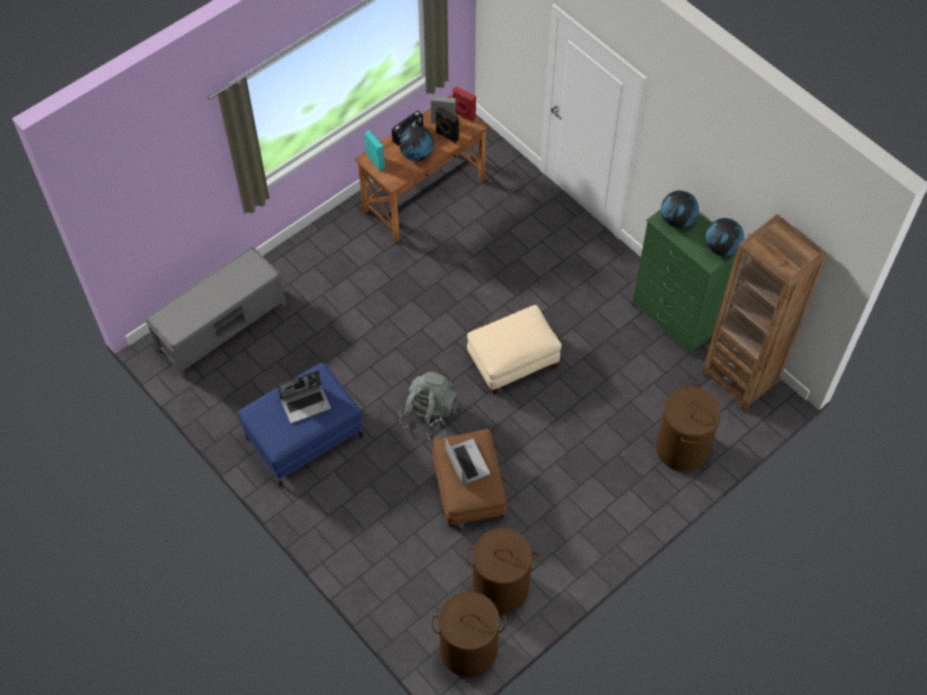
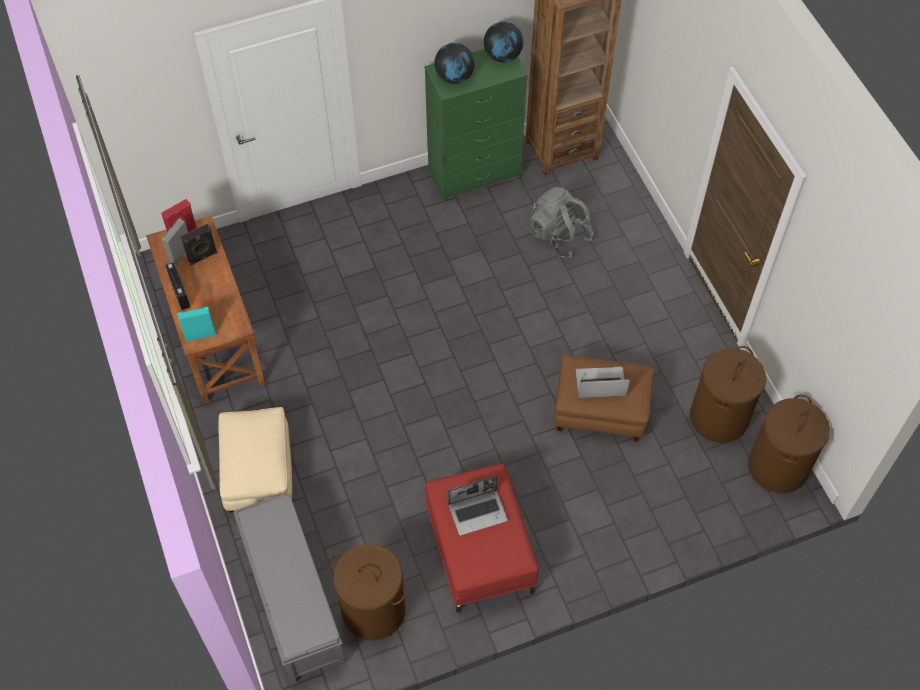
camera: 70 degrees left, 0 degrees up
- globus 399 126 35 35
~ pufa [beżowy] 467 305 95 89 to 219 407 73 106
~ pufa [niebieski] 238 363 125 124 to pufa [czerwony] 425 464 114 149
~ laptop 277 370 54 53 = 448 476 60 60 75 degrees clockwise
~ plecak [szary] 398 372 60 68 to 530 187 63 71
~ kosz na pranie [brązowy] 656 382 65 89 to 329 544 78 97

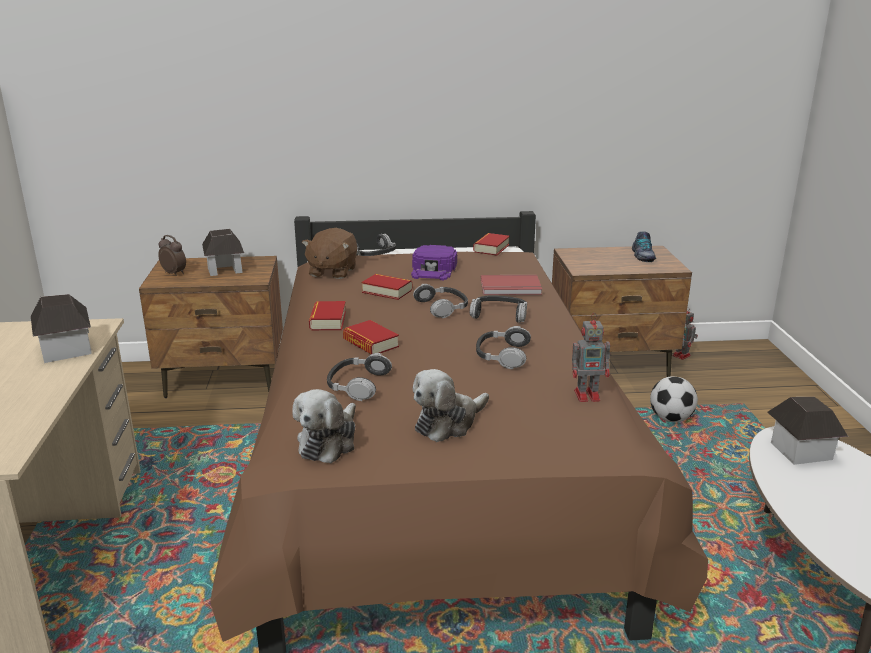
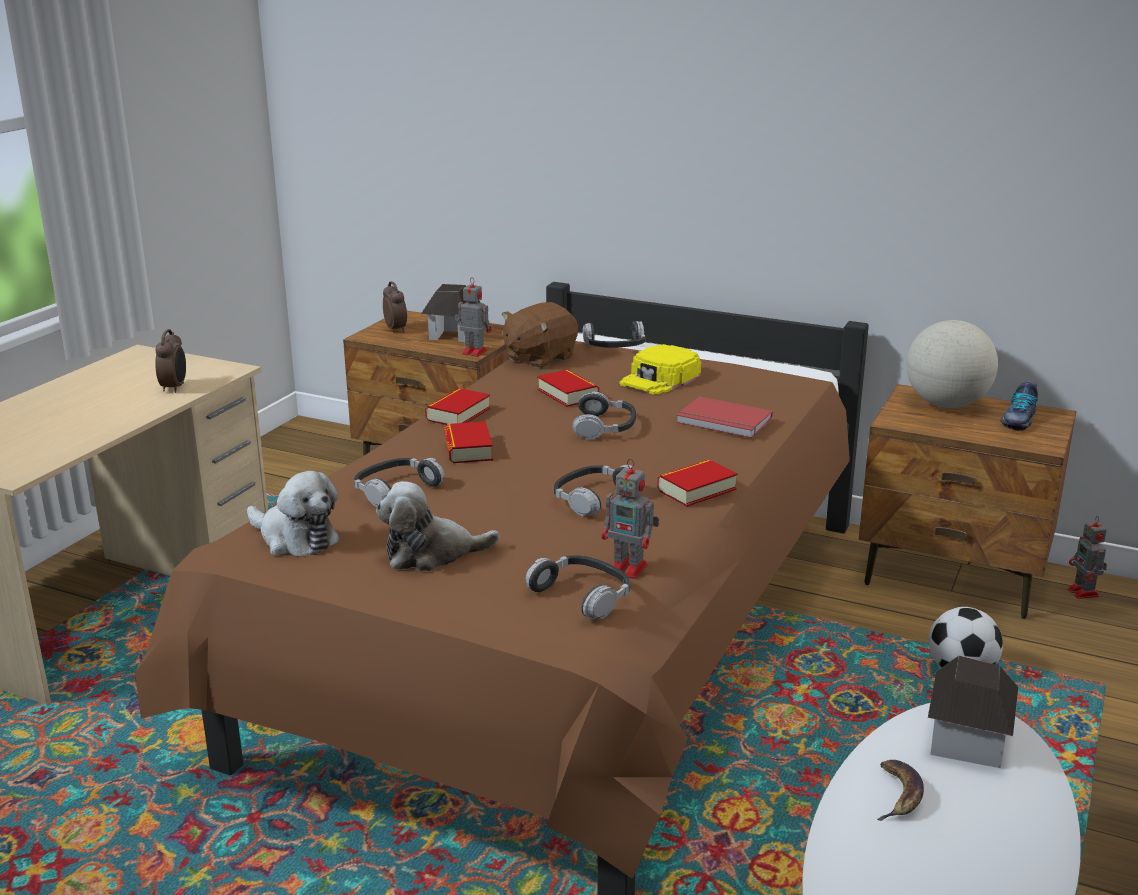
camera: 30 degrees right, 0 degrees up
~ książka 473 233 37 23 to 657 460 80 47
~ czapka z daszkiem [fioletowy] 411 245 46 35 to czapka z daszkiem [żółty] 620 344 81 51
~ domek 31 294 60 69 to budzik 155 329 31 64
~ słuchawki 470 296 57 27 to 526 555 104 64
~ pluszak 292 389 64 74 = 247 471 93 86 105 degrees counterclockwise
+ robot zabawkowy 455 277 37 80
+ globus 906 320 92 88
+ banan 877 760 47 61

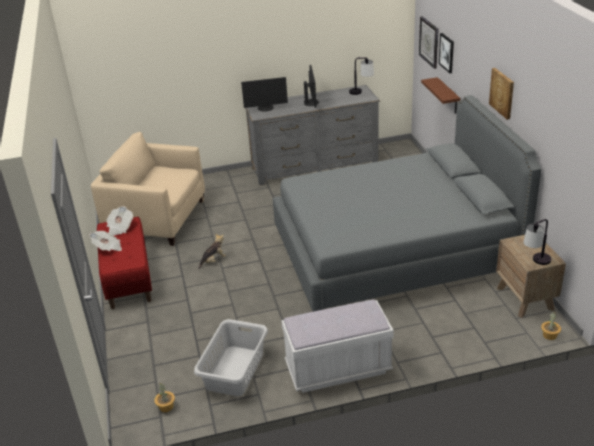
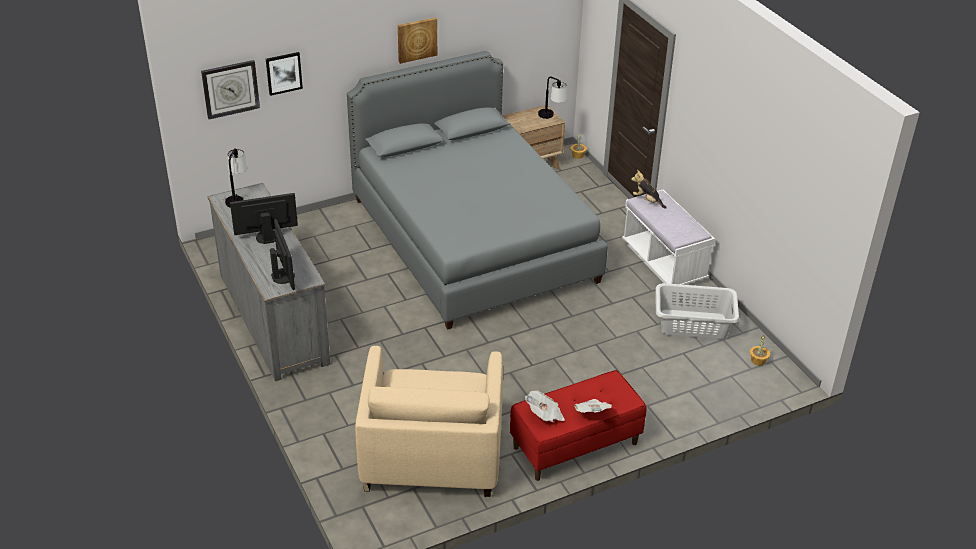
camera: 105 degrees left, 5 degrees up
- półka [brązowy] 421 77 39 37
~ pluszak 199 234 27 35 to 631 170 36 39

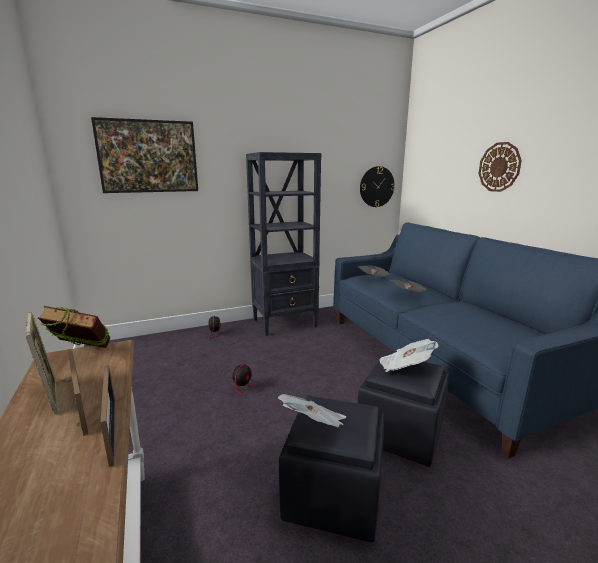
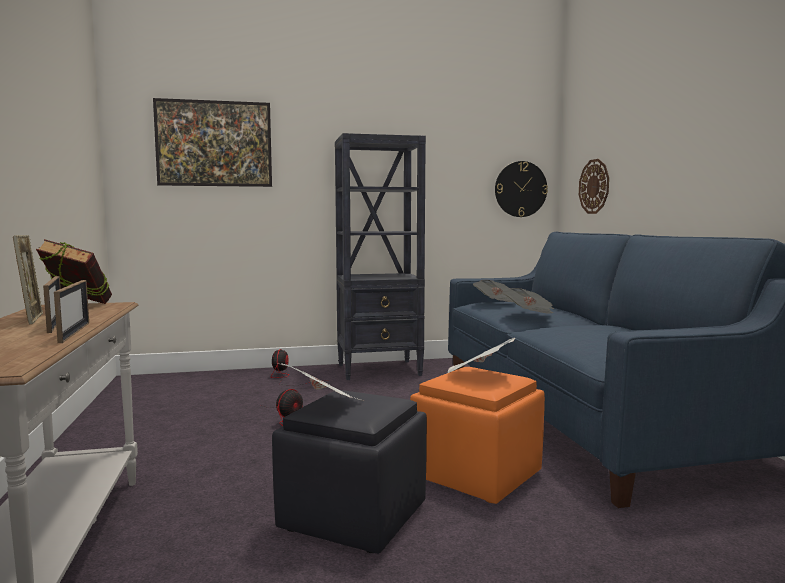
camera: 10 degrees right, 10 degrees down
~ zegar ścienny 478 142 44 50 to 579 159 30 55
~ pufa [czarny] 358 353 91 114 to pufa [pomarańczowy] 410 367 135 137

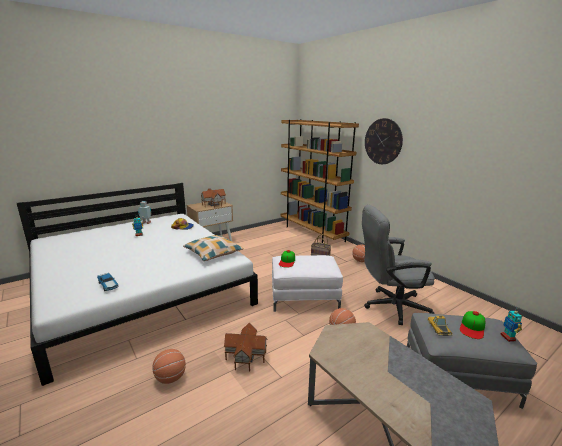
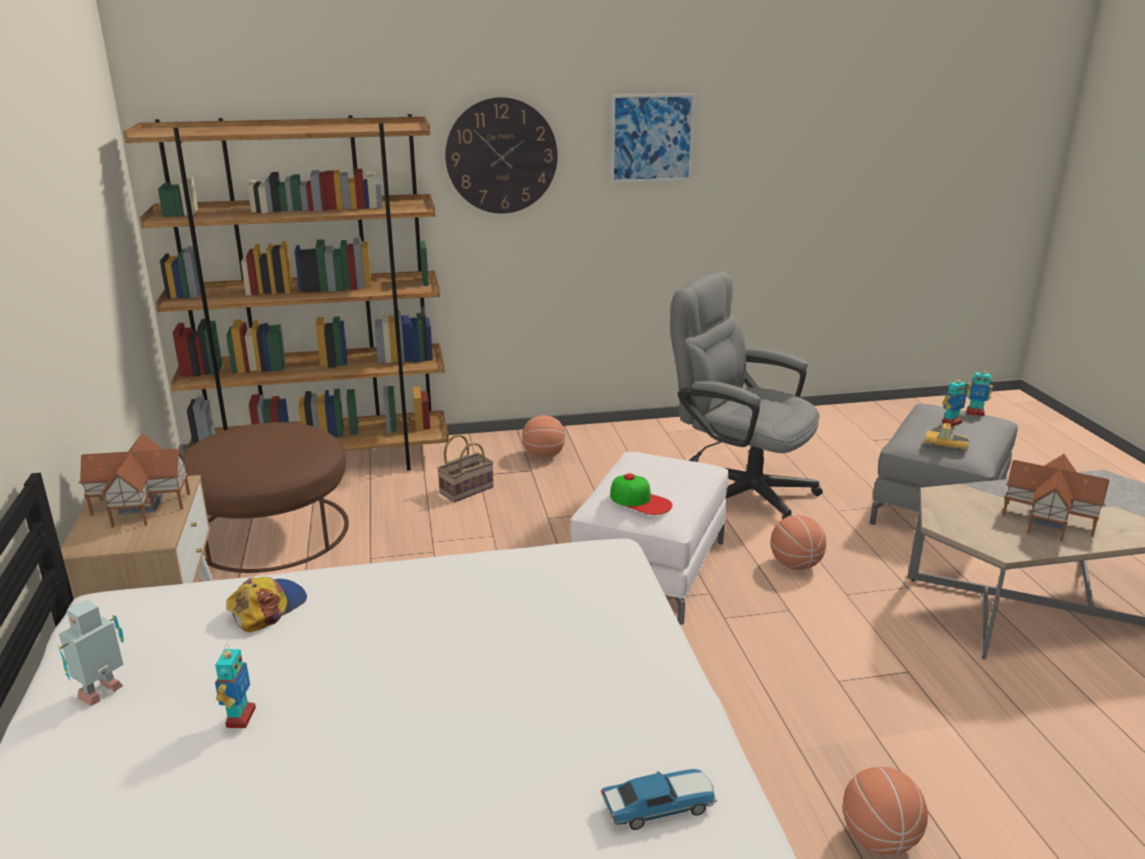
camera: 65 degrees left, 5 degrees up
~ krzesło biurowe [szary] 362 205 73 120 = 670 271 153 248 105 degrees clockwise
- poduszka 183 235 61 26
~ czapka z daszkiem 460 311 25 28 to robot zabawkowy 942 375 25 51
~ domek 224 322 44 49 to 1002 454 108 88
+ obraz 611 93 85 90
+ pufa [brązowy] 183 422 166 151

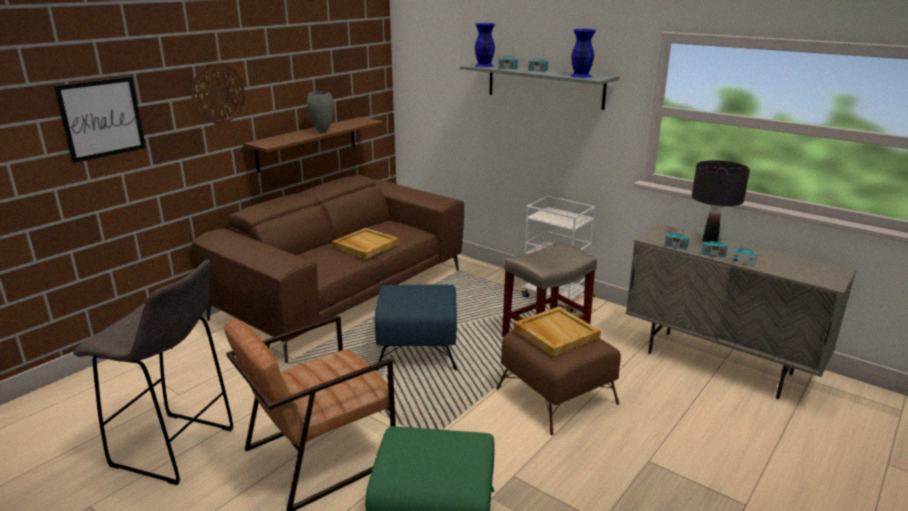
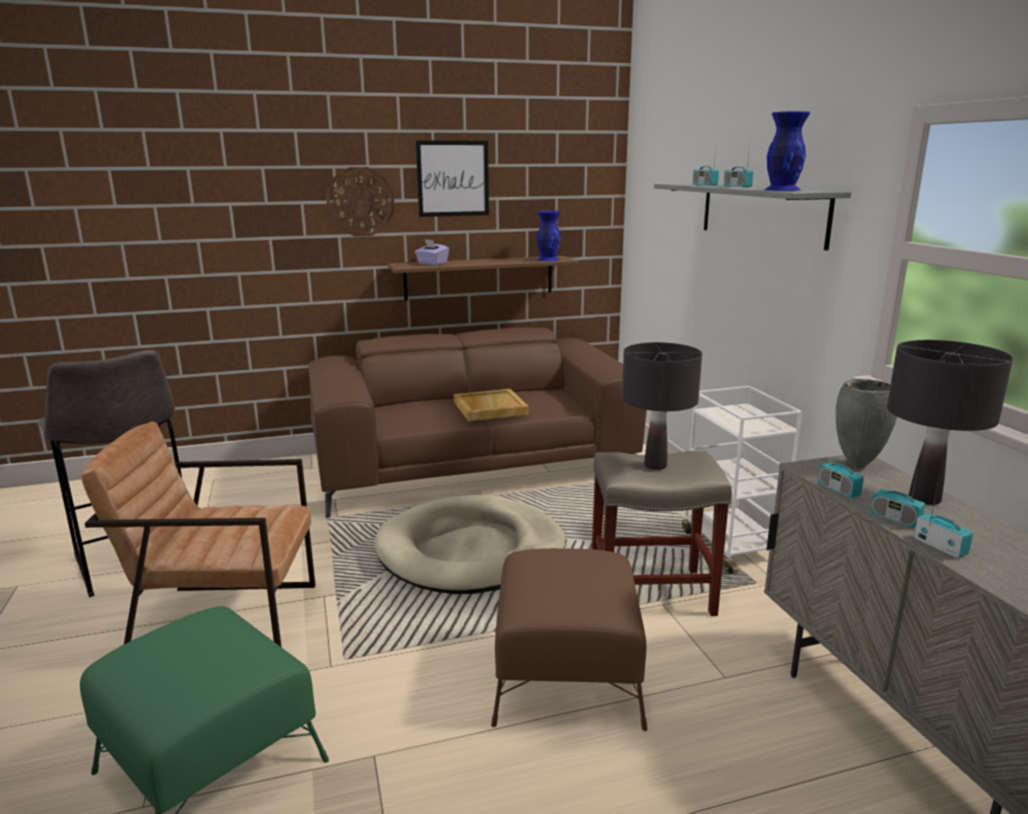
camera: 35 degrees right, 5 degrees down
~ wazon [niebieski] 475 23 20 44 to 537 210 24 51
~ obraz 54 76 92 87 to 416 140 73 77
~ wazon [szary] 307 91 27 42 to 836 379 61 89
~ pufa [niebieski] 375 285 82 86 to legowisko [beżowy] 374 495 192 99
- taca [beżowy] 514 307 87 49
+ pudełko chusteczek [fioletowy] 415 239 34 26
+ lampa stołowa [czarny] 622 342 80 128

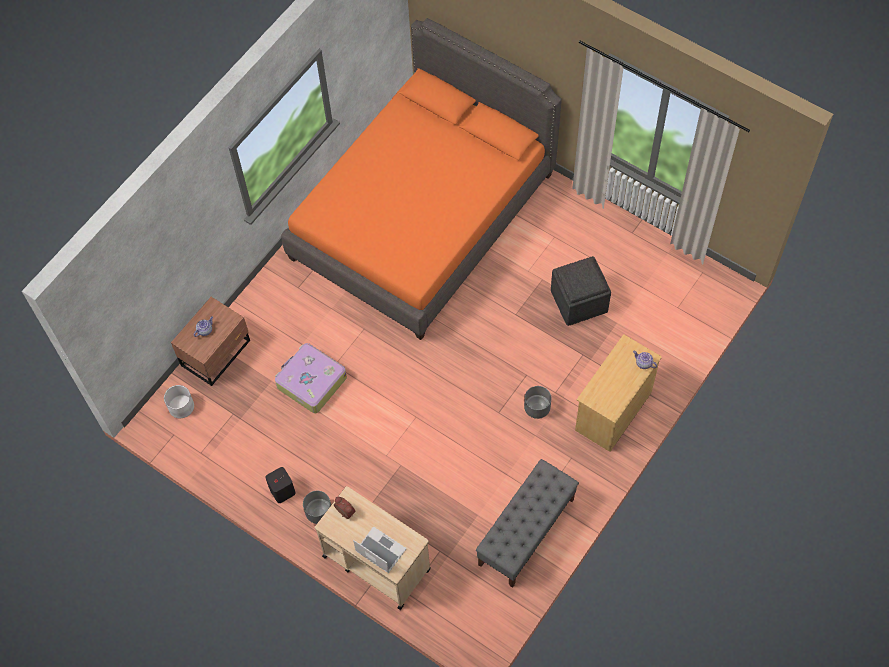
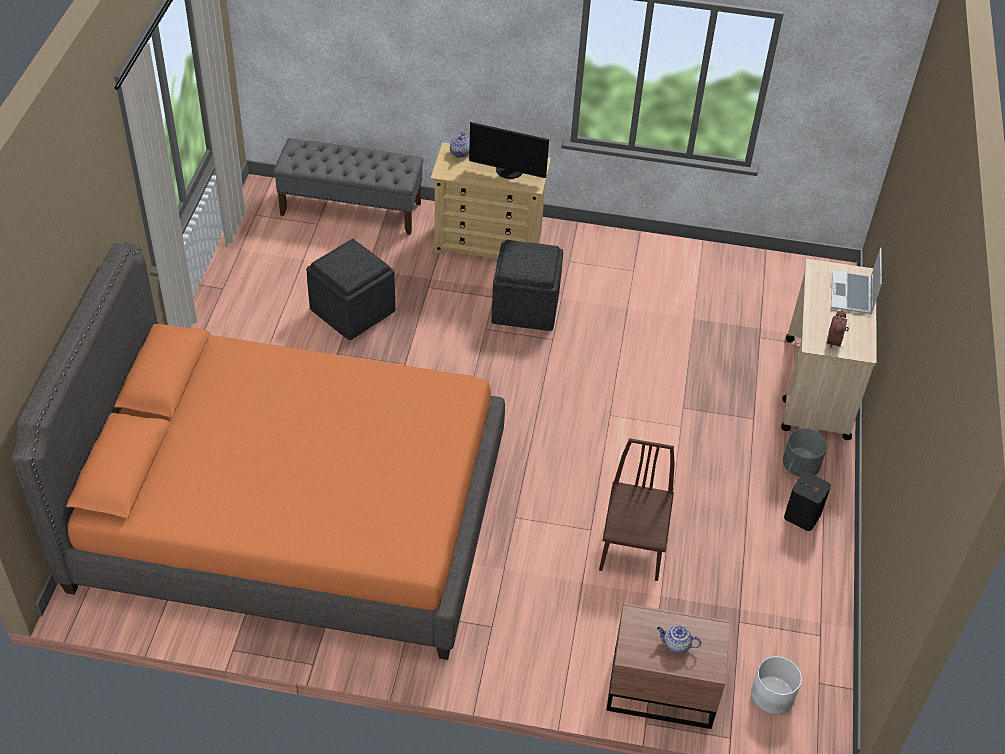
camera: 120 degrees left, 15 degrees down
~ walizka 275 343 72 70 to krzesło [brązowy] 599 438 76 143
~ donica [szary] 524 386 27 33 to pufa [szary] 491 240 72 91
~ ławka [szary] 476 459 103 129 to 273 138 151 97
+ monitor 469 122 80 57

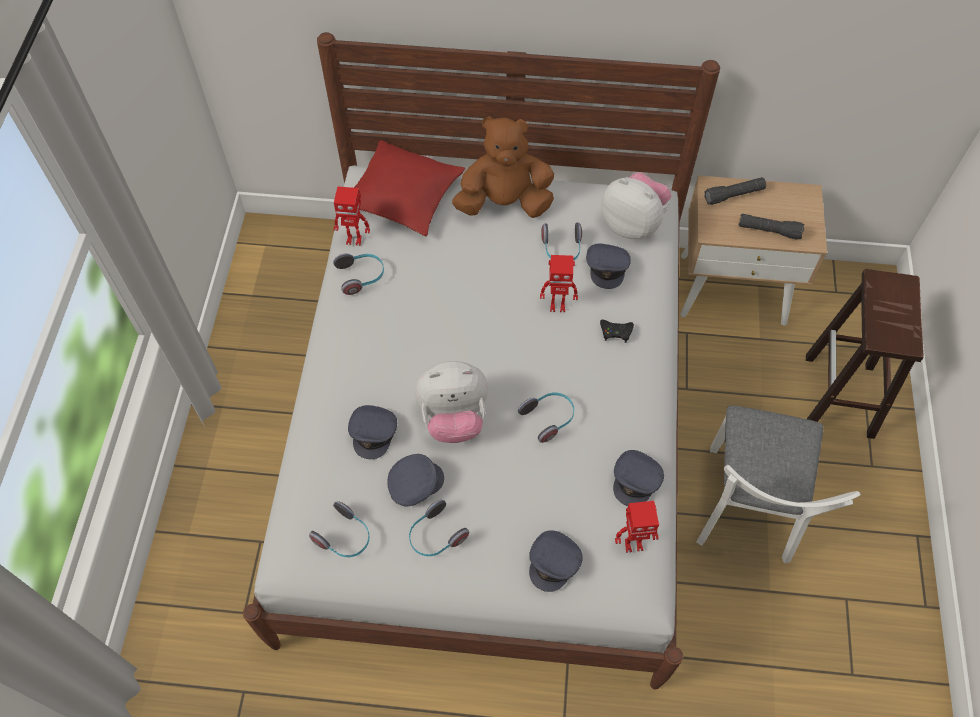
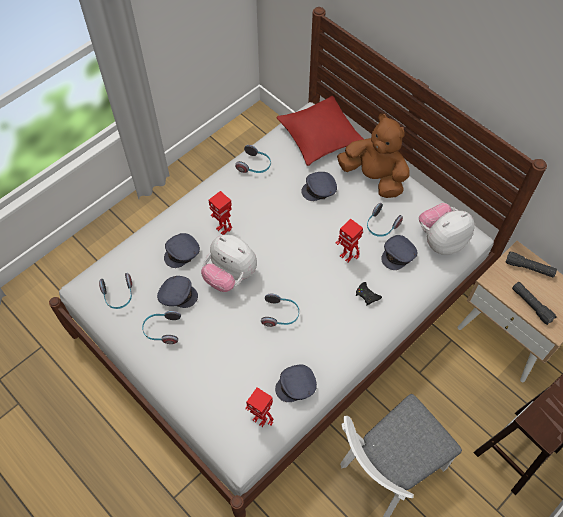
camera: 40 degrees right, 0 degrees up
~ pluszak 601 172 71 67 = 419 203 55 52 105 degrees counterclockwise
~ robot zabawkowy 333 186 37 60 to 208 191 24 44
~ czapka z daszkiem [szary] 529 530 54 62 to 301 172 36 29

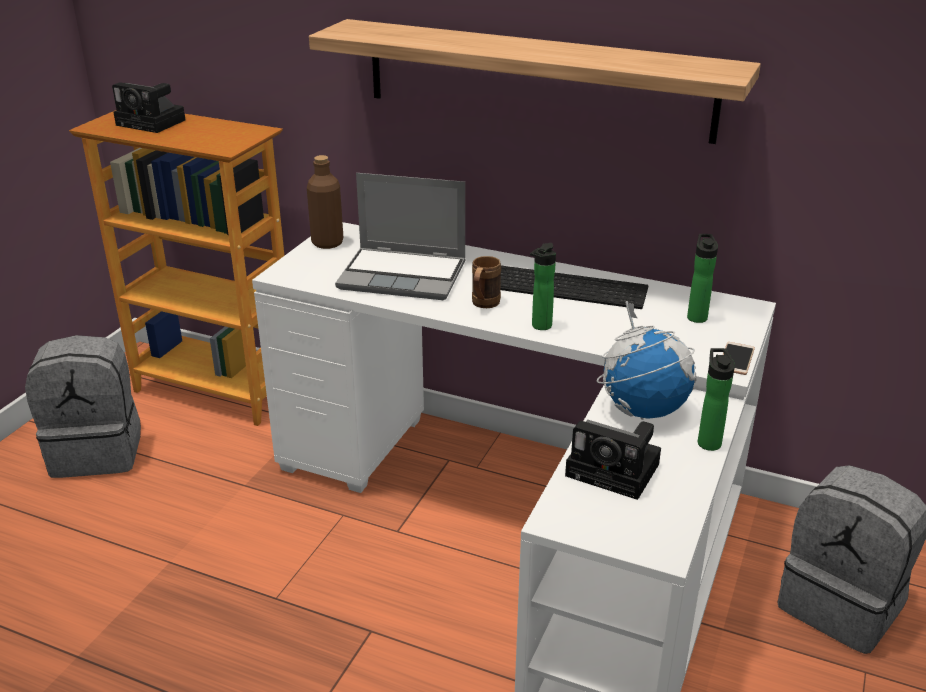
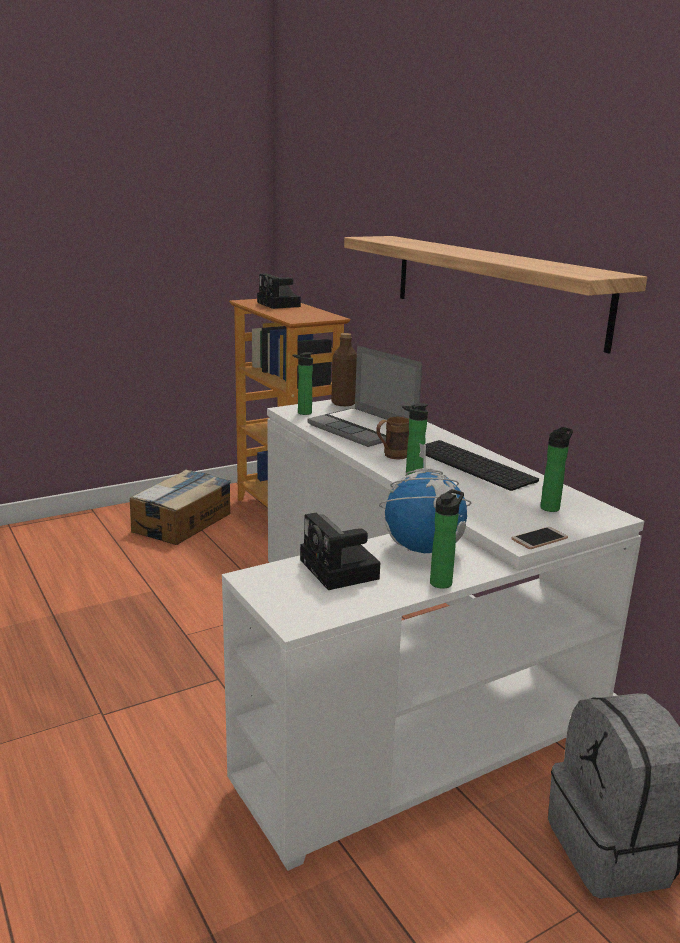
camera: 35 degrees right, 10 degrees down
~ plecak [szary] 25 335 116 143 to karton 130 469 101 76
+ butelka 292 352 21 63

